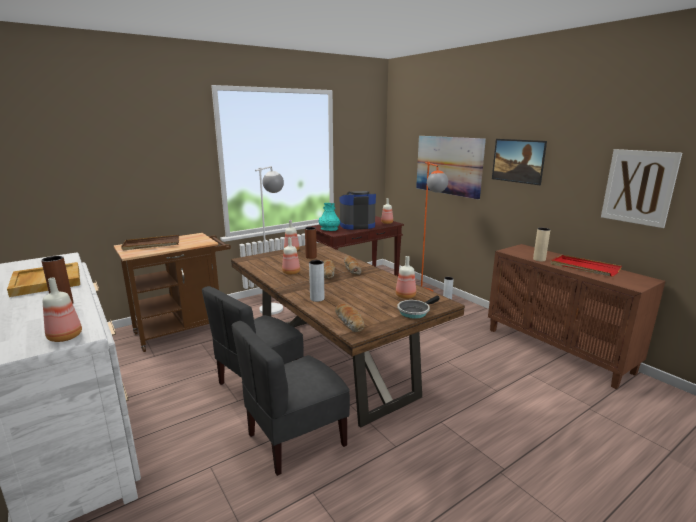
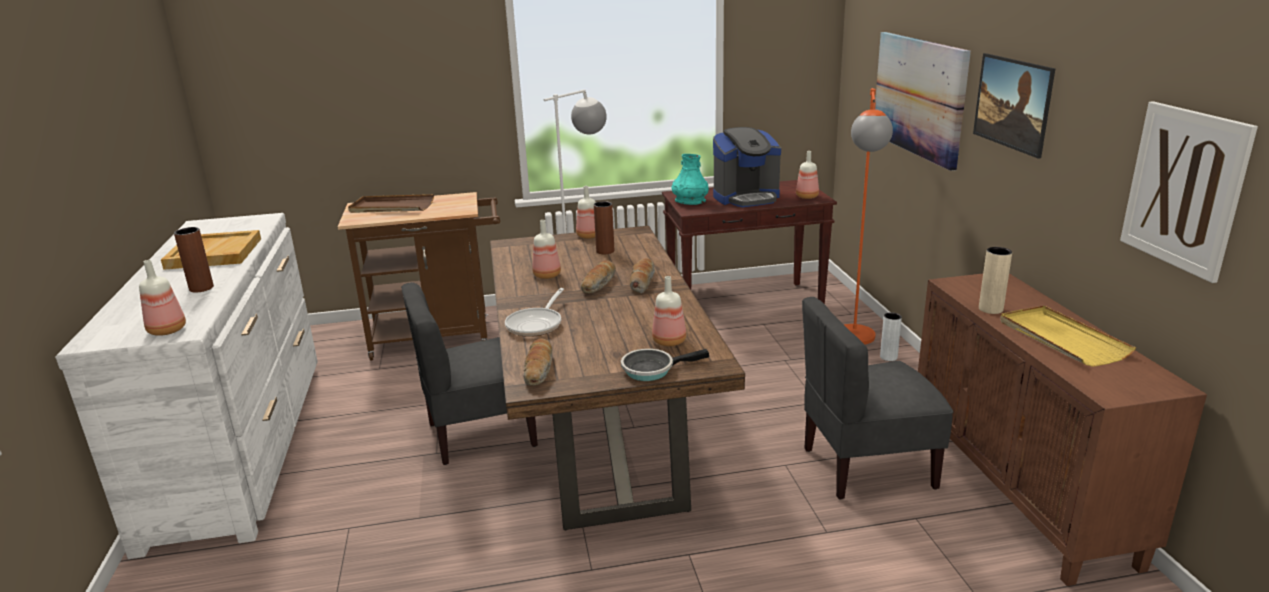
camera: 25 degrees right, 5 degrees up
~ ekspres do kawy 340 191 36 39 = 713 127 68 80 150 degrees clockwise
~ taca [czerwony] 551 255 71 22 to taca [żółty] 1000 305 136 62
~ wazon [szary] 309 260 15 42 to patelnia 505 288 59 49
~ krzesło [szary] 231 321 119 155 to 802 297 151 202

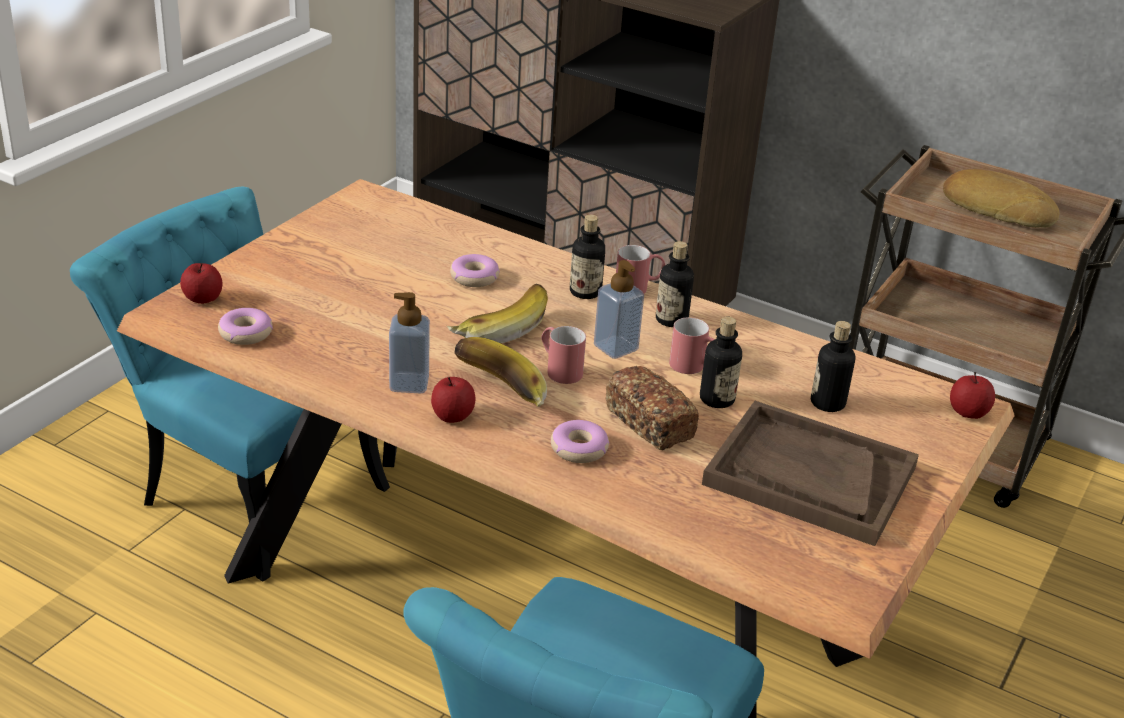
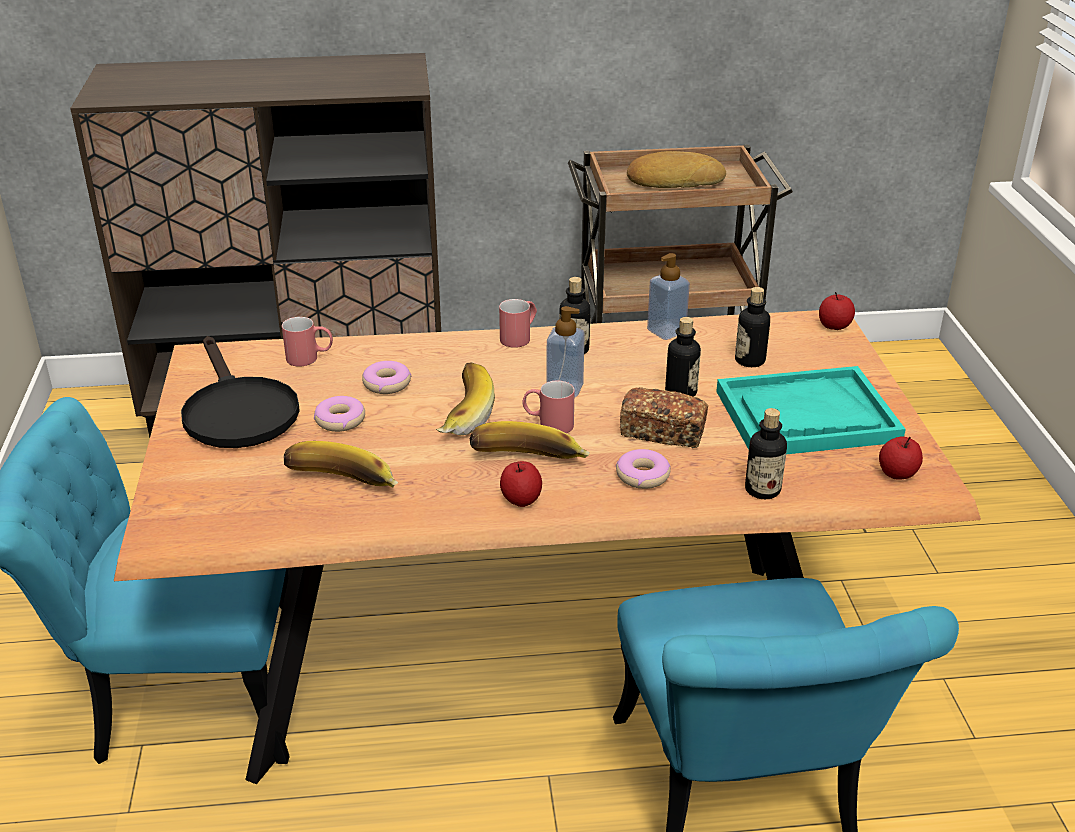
camera: 35 degrees left, 0 degrees up
~ butelka 570 215 35 84 to 745 408 42 91
~ jabłko 180 263 42 41 to 879 437 44 42
~ dozownik mydła 389 292 41 101 to 647 253 43 87
~ donut 218 308 55 37 to 314 396 51 36
~ kubek [czerwony] 669 317 46 57 to 282 317 51 50
~ taca [brązowy] 702 401 217 145 to taca [turkusowy] 716 366 190 88
+ patelnia [czarny] 181 336 119 112
+ banan 284 441 114 46

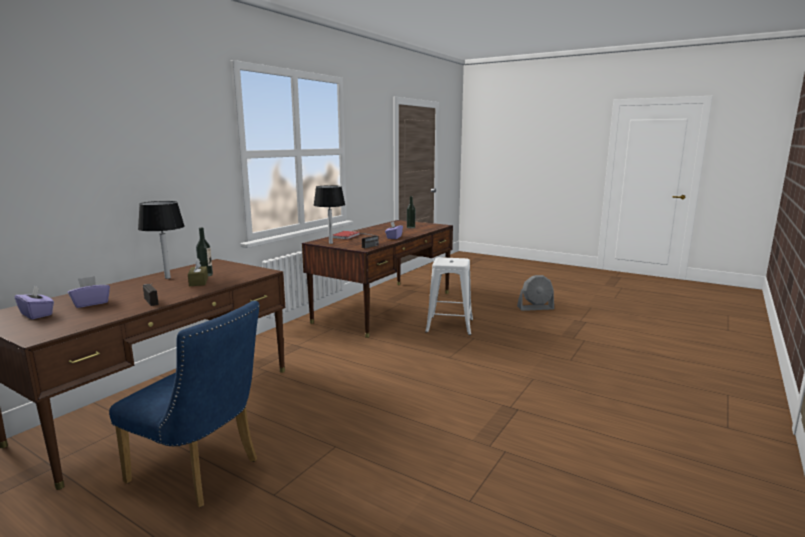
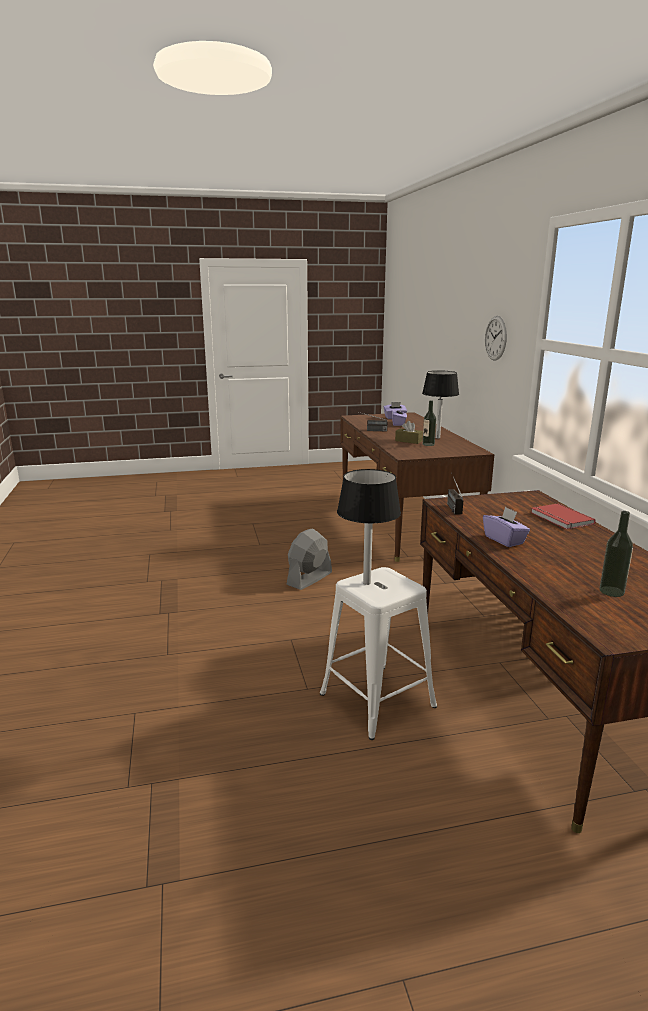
camera: 135 degrees right, 5 degrees up
~ lampa stołowa [czarny] 313 185 32 59 to 337 469 64 116
~ wentylator [szary] 517 275 37 36 to 287 528 45 62
- krzesło [niebieski] 109 301 151 206
+ zegar ścienny 485 316 22 45

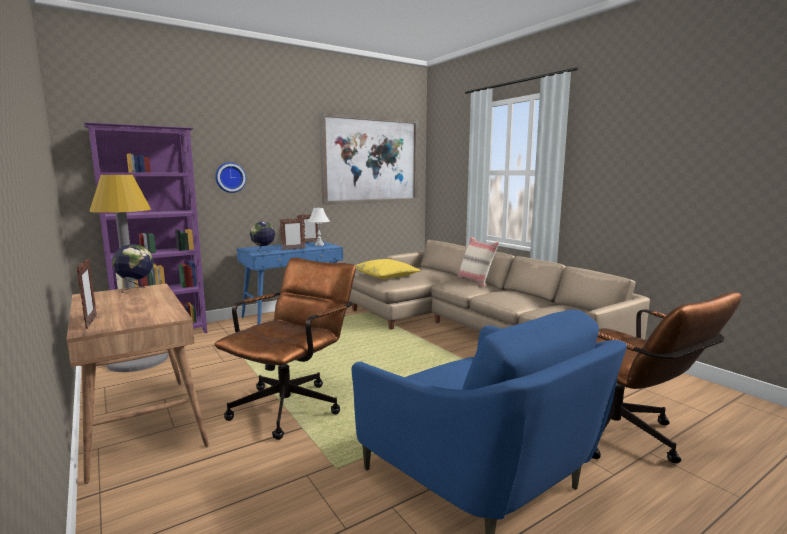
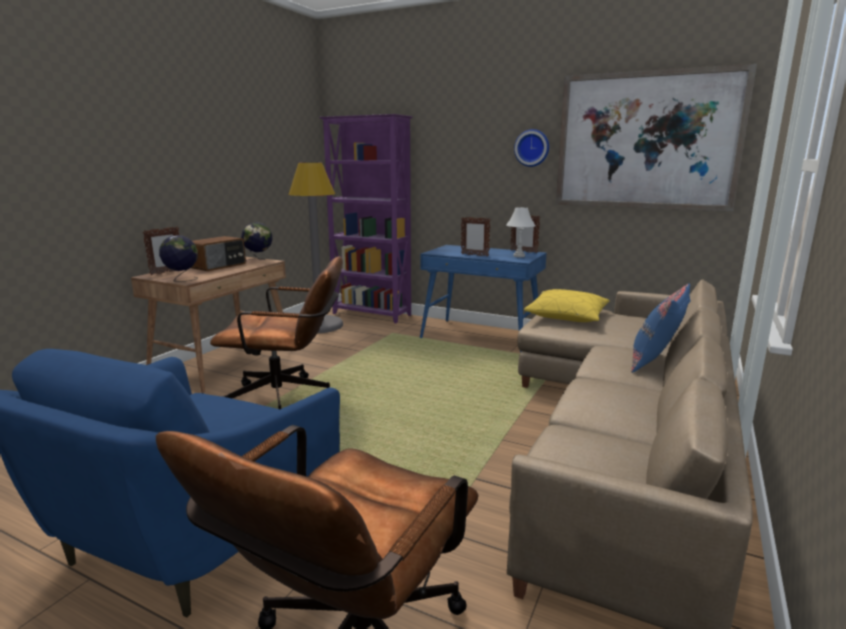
camera: 60 degrees right, 5 degrees up
~ zegar ścienny 215 162 31 31 to 514 129 35 38
~ globus 250 222 25 31 to 159 235 39 47
~ poduszka [beżowy] 457 237 42 50 to poduszka [niebieski] 631 284 59 89
+ radio 191 236 55 35

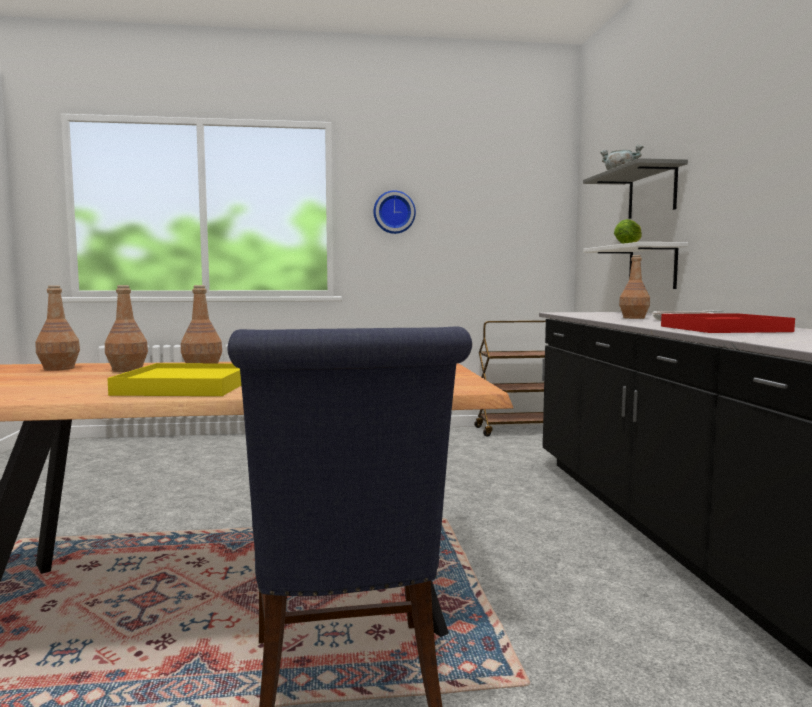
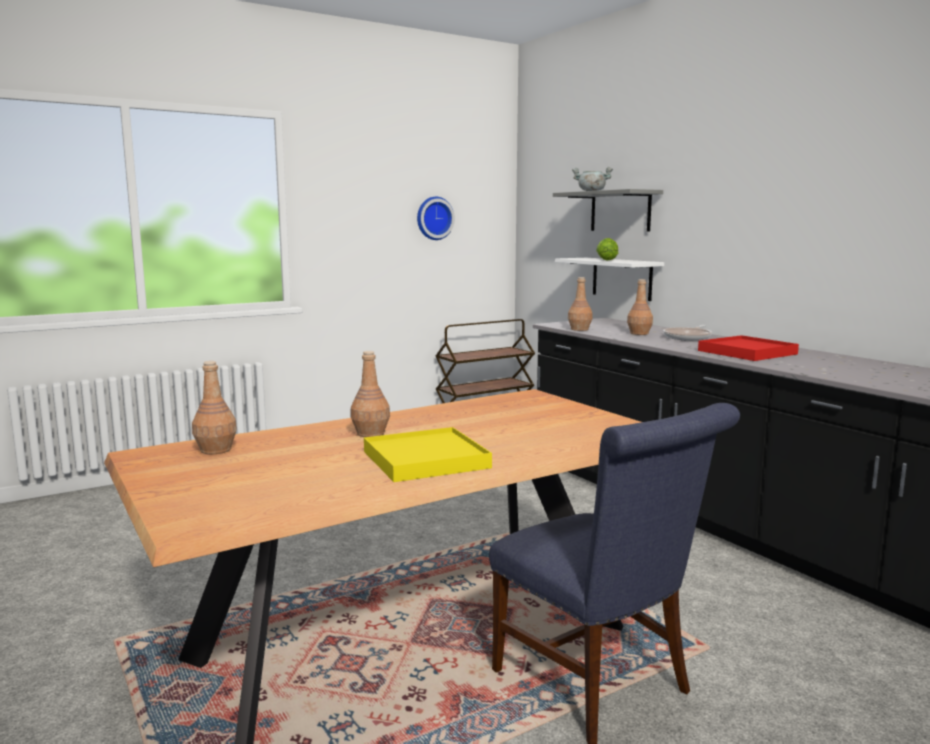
camera: 25 degrees left, 5 degrees up
~ zegar ścienny 374 190 42 44 to 417 197 38 43
~ butelka [brązowy] 105 285 43 87 to 568 277 24 54

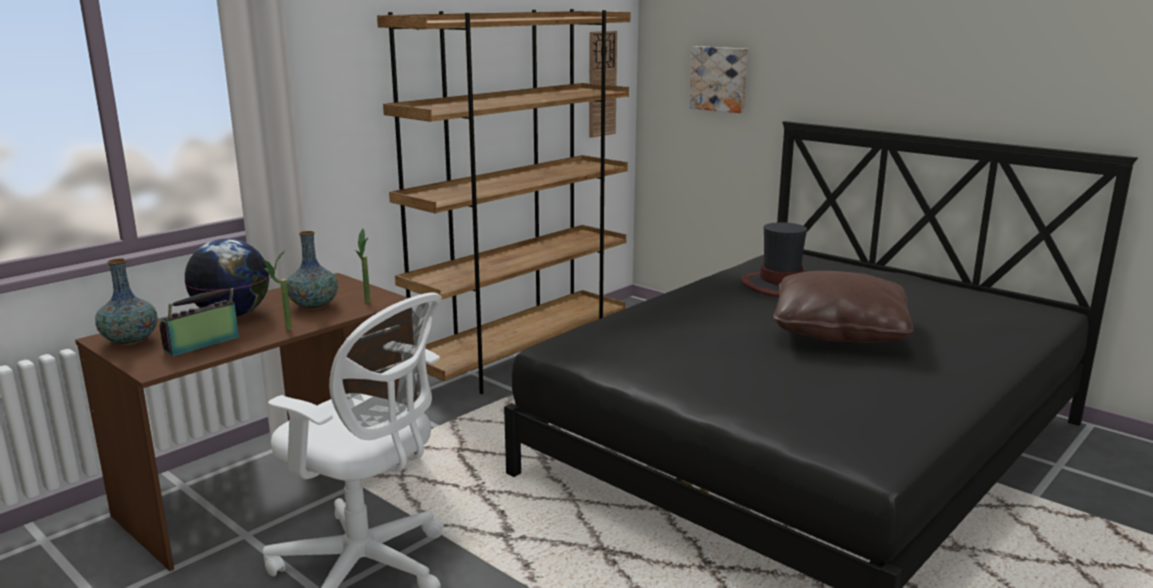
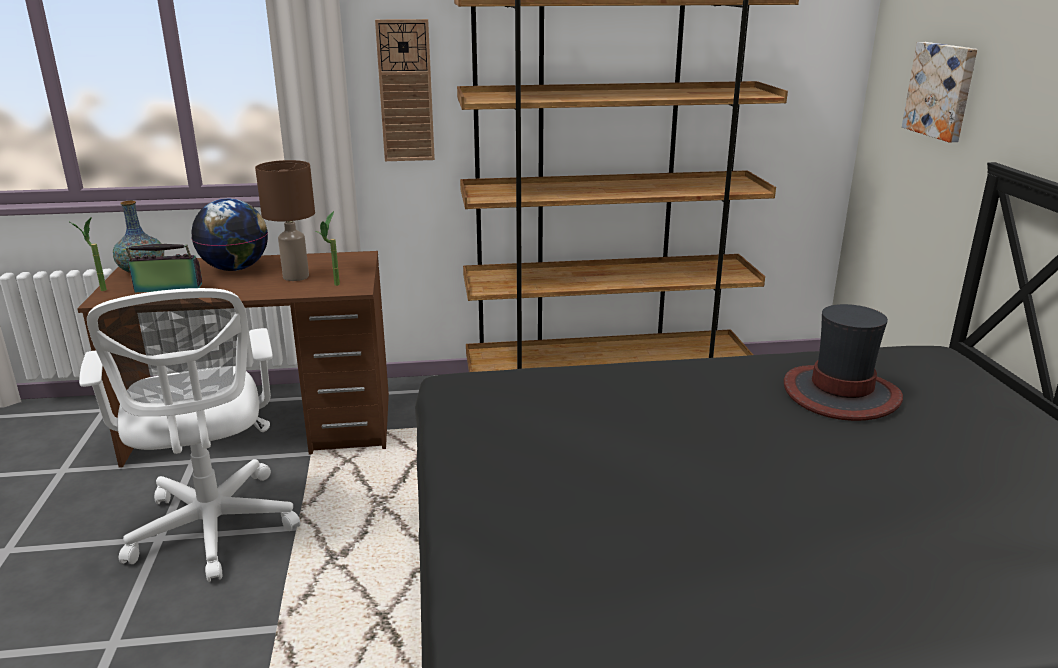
camera: 40 degrees right, 5 degrees up
~ zegar ścienny 589 31 28 107 to 375 19 60 142
~ wazon 287 231 51 79 to lampa stołowa [brązowy] 255 160 60 121
~ roślina doniczkowa 262 251 30 79 to 68 218 39 73
- poduszka [brązowy] 773 271 141 72

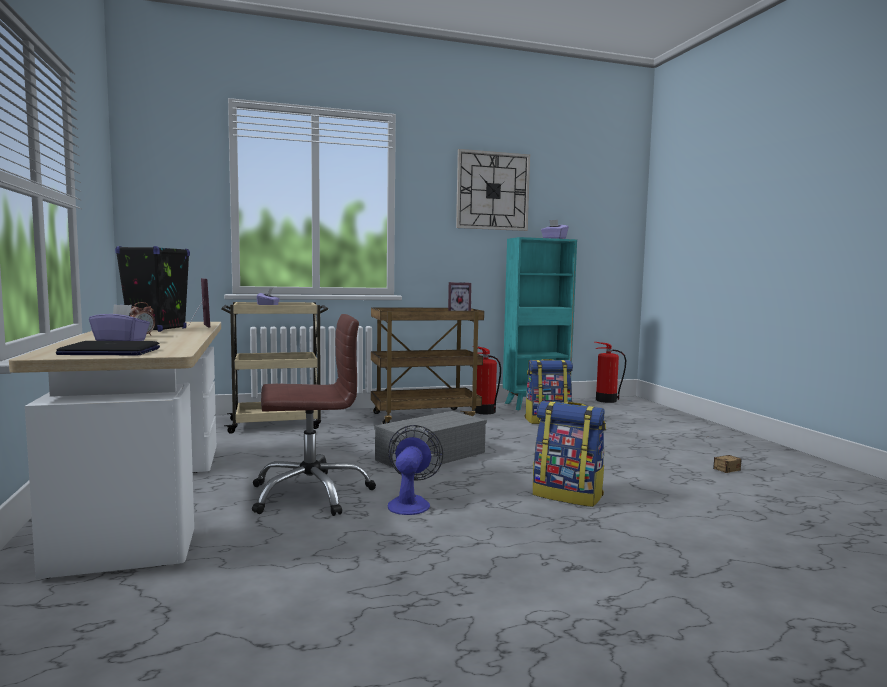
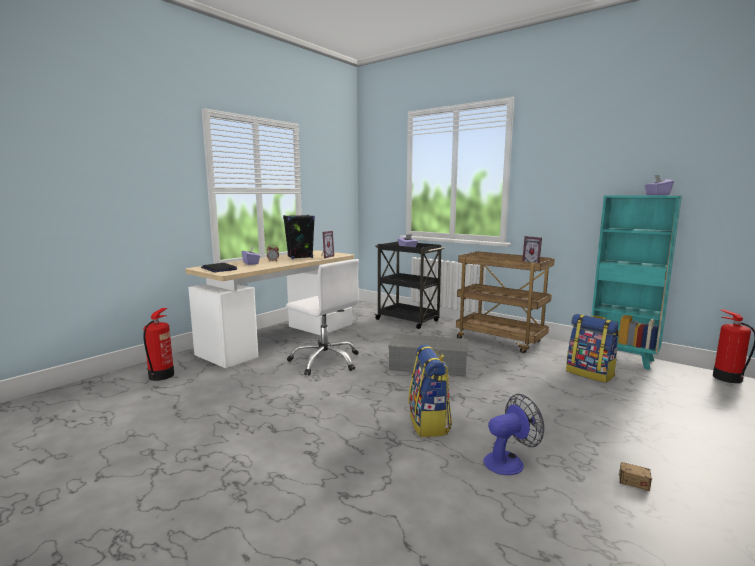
camera: 55 degrees right, 5 degrees up
- zegar ścienny 456 149 74 82
~ wózek [beżowy] 221 302 107 132 to wózek [czarny] 374 241 71 88
~ krzesło biurowe [brązowy] 252 314 124 202 to krzesło biurowe [biały] 286 259 73 117
~ gaśnica 472 346 29 68 to 143 308 31 73
~ wentylator 388 425 55 90 to 483 394 61 81

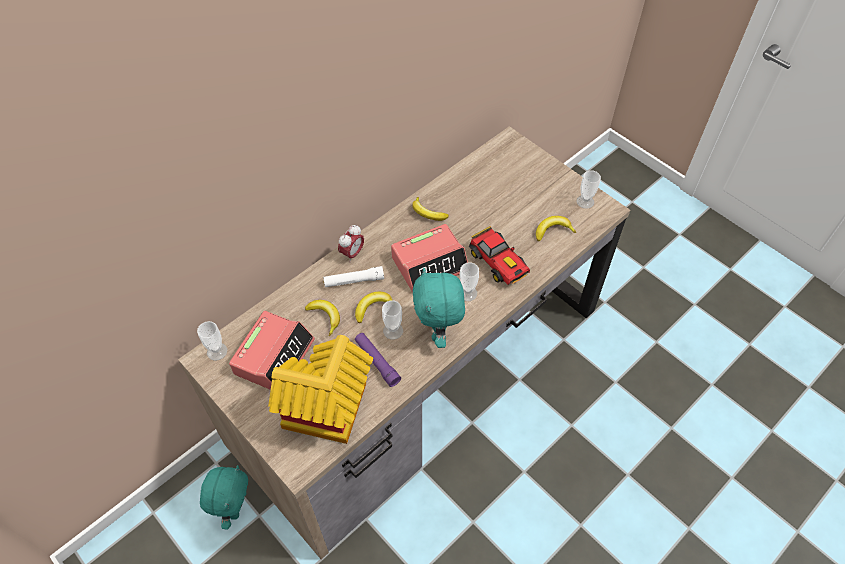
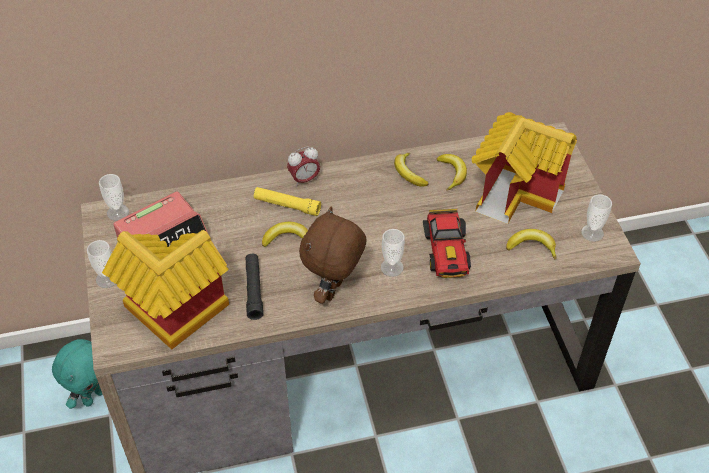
camera: 30 degrees right, 5 degrees down
- budzik 391 224 77 68
~ latarka [biały] 323 266 61 21 to latarka [żółty] 254 187 67 29
~ pluszak [turkusowy] 413 268 52 80 to pluszak [brązowy] 299 206 68 98
~ banan 305 300 35 36 to 437 154 30 37
~ filiżanka 382 301 21 39 to 87 240 29 48
~ latarka [fioletowy] 355 333 46 54 to latarka [czarny] 246 254 17 66
+ domek 472 112 105 112

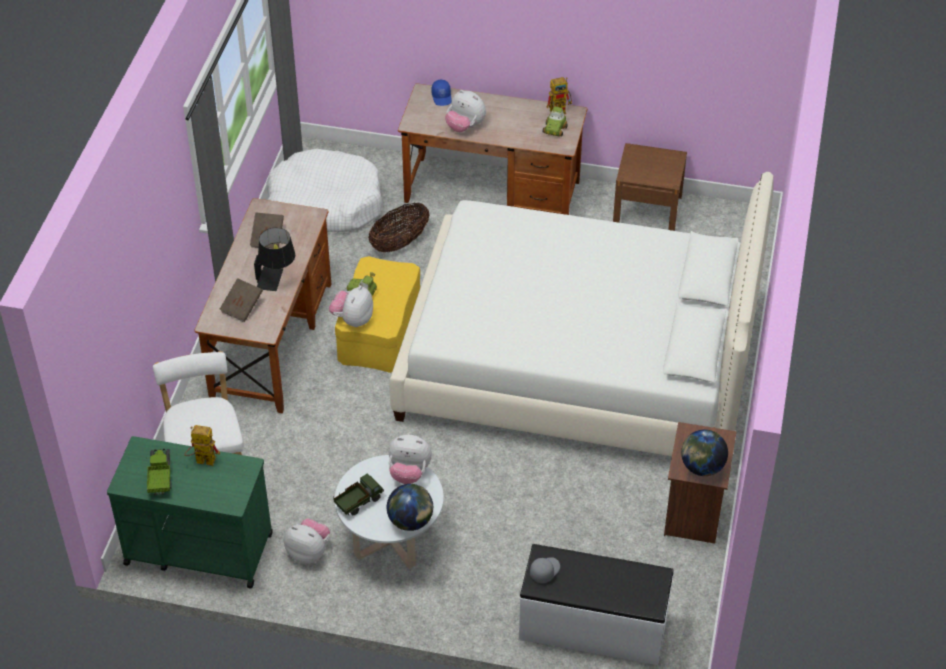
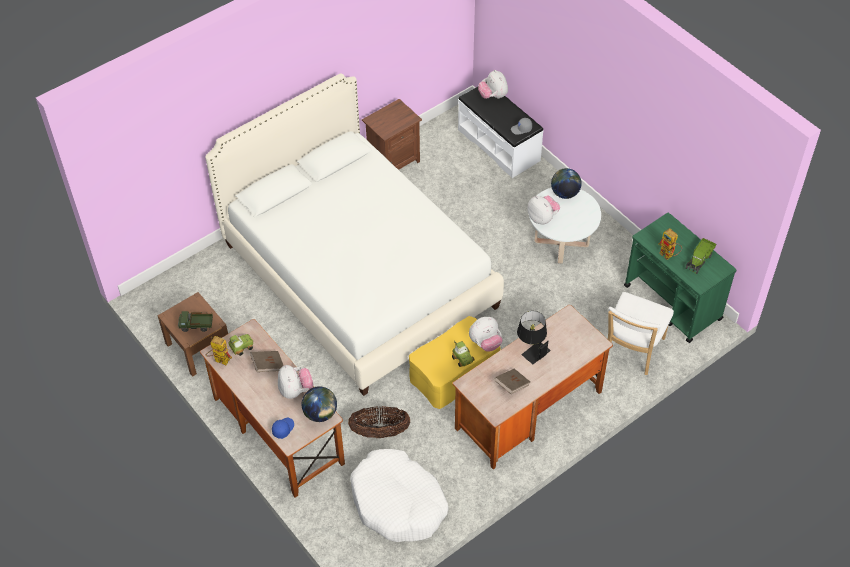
camera: 140 degrees left, 5 degrees up
~ książka [brązowy] 219 278 44 44 to 250 351 34 21
~ globus 681 430 47 46 to 302 386 35 36
~ ciężarówka zabawkowa 333 473 51 42 to 178 311 35 21
~ pluszak 284 519 46 45 to 478 70 30 29

